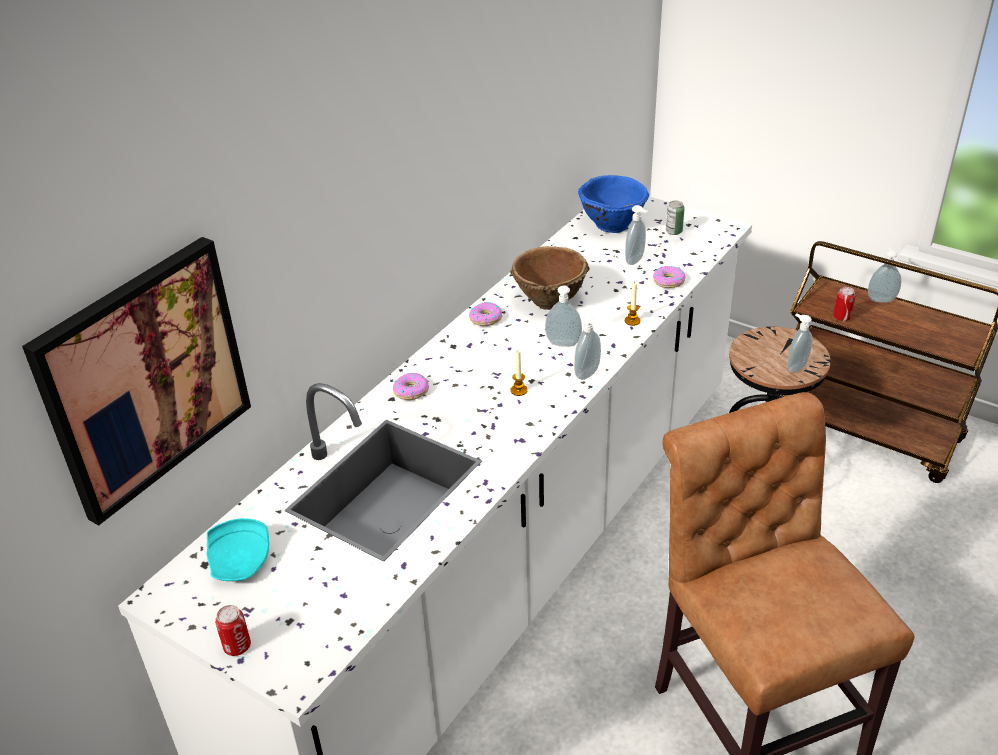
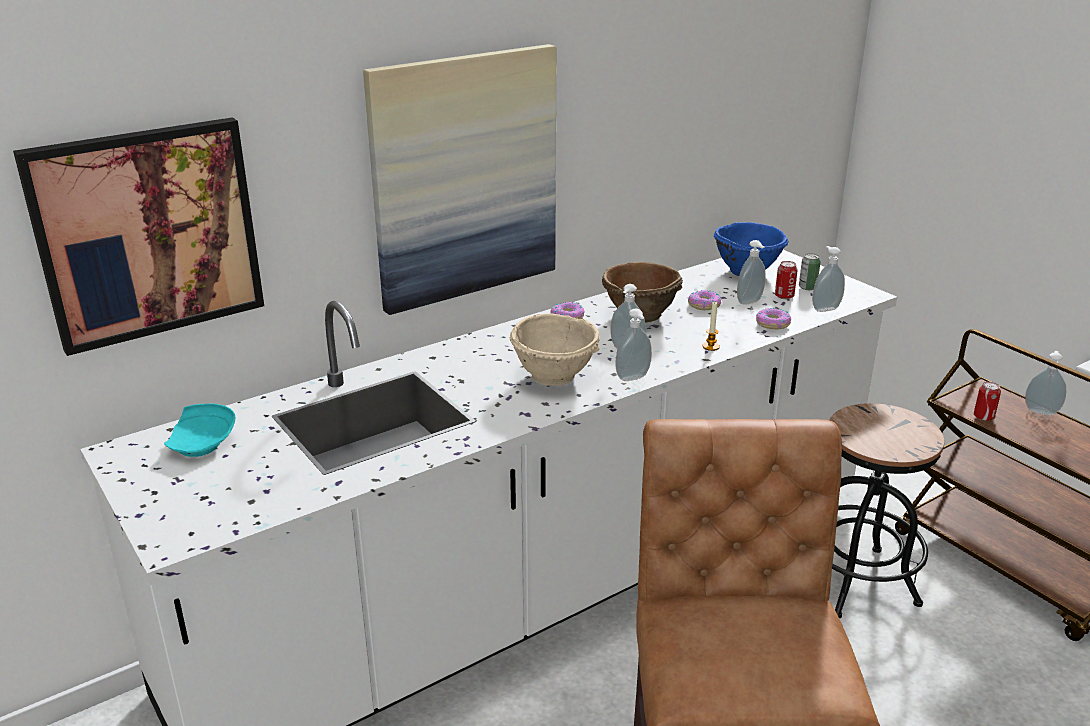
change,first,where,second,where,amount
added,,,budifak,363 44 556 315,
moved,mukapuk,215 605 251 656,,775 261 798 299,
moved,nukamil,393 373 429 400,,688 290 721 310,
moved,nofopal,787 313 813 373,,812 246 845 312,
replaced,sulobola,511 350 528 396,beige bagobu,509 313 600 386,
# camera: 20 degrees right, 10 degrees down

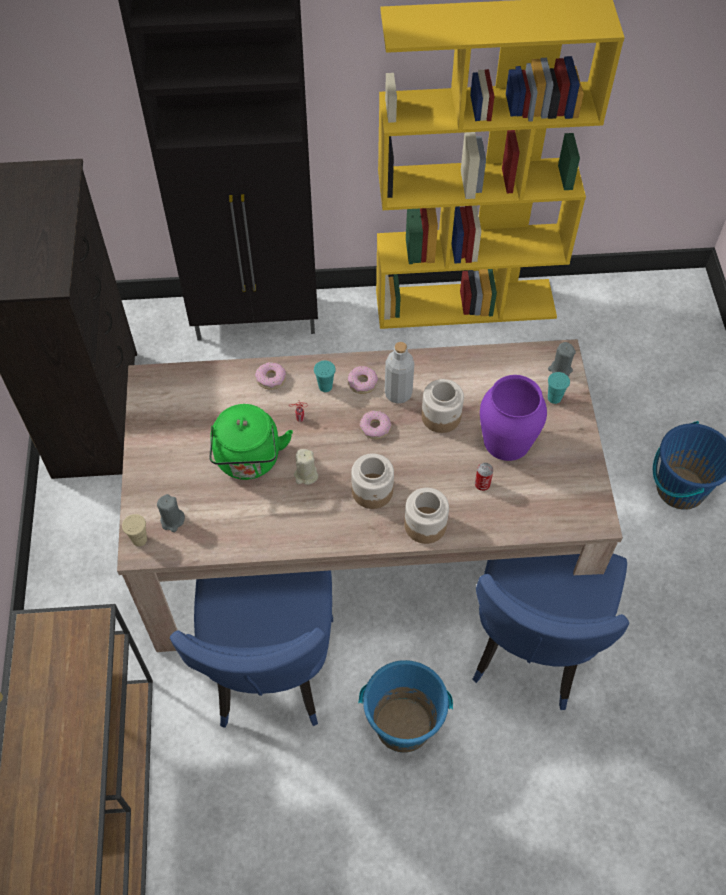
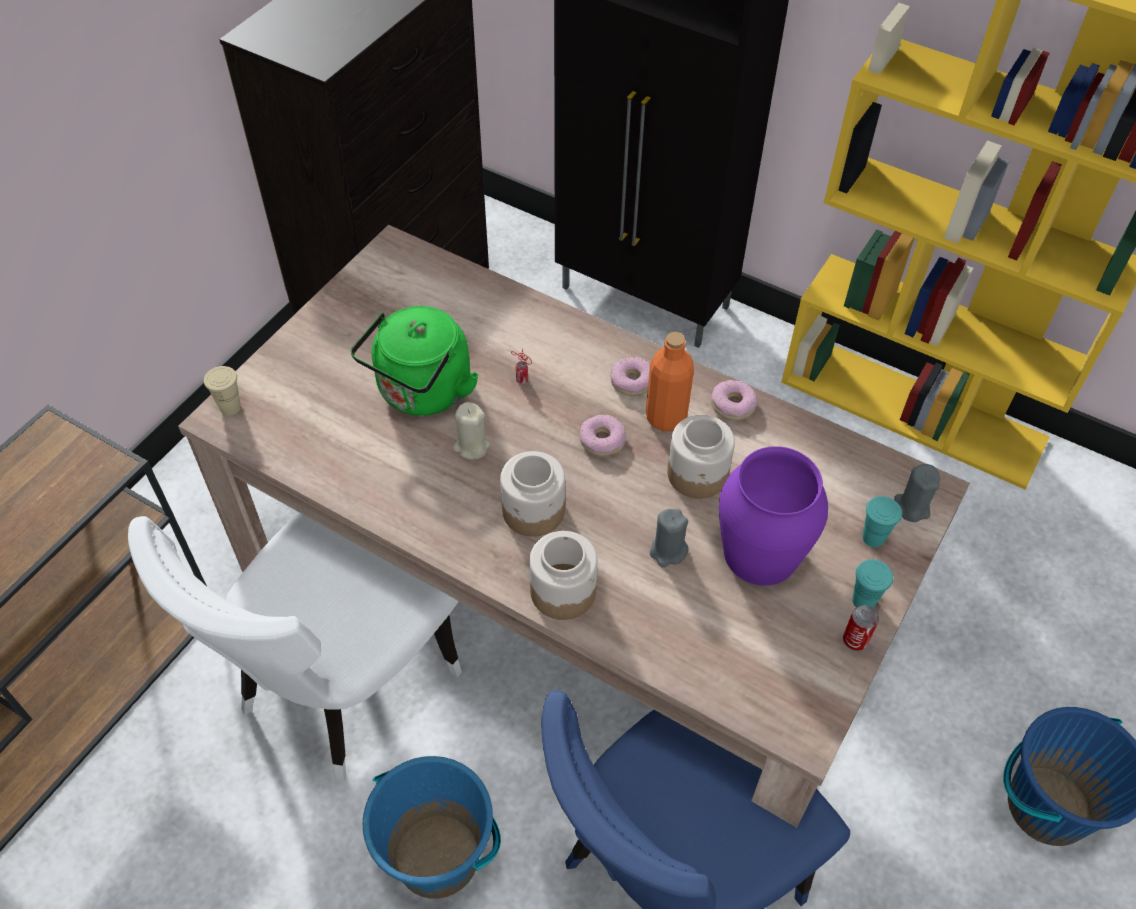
change,first,where,second,where,amount
moved,grey sulobola,157 494 185 532,,650 509 689 568,
moved,nukamil,255 362 286 389,,711 380 757 420,
moved,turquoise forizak,314 360 336 392,,852 559 893 608,
moved,mukapuk,475 463 493 491,,843 605 879 651,
recoloured,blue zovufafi,170 570 333 728,white zovufafi,128 512 462 783,
recoloured,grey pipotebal,385 342 414 404,orange pipotebal,646 332 694 431,
# camera: 35 degrees right, 5 degrees down

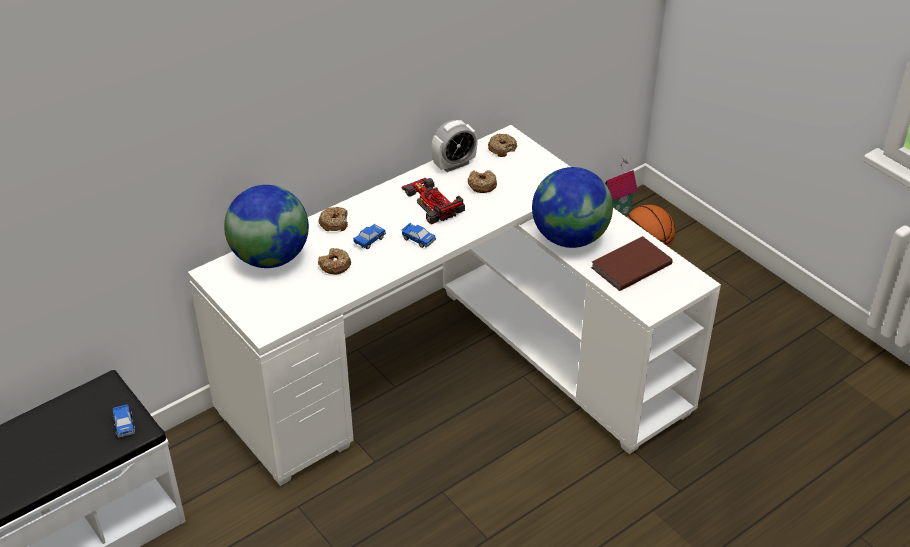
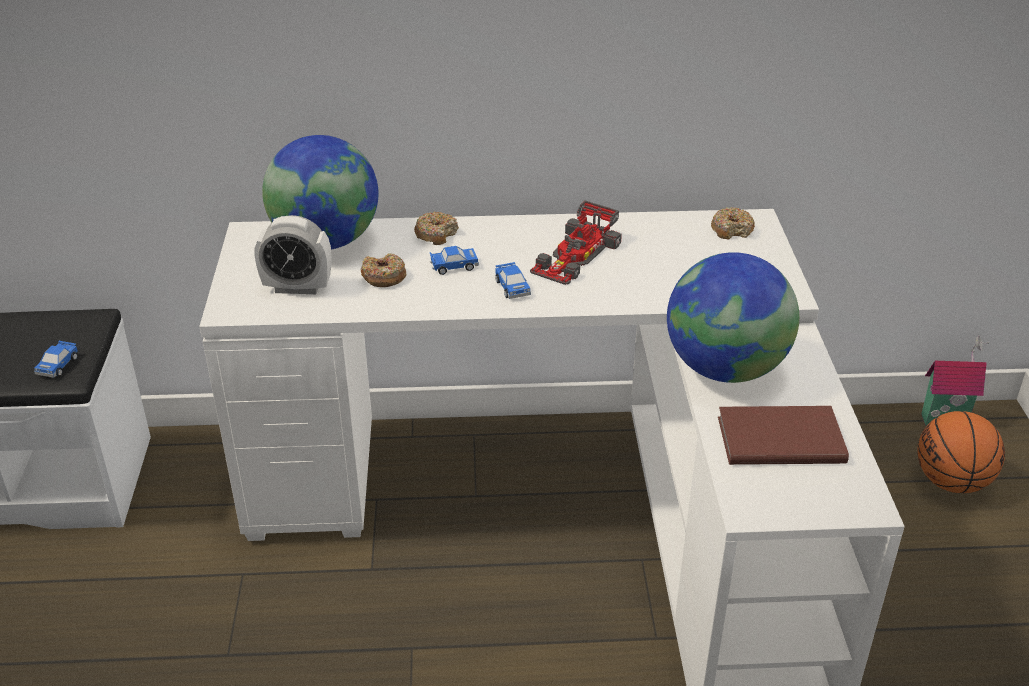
change,first,where,second,where,amount
removed,nukamil,468 170 497 193,,,
moved,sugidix,432 120 478 172,,255 215 331 294,
turned,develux,401 178 465 224,,530 200 622 285,150 degrees counterclockwise
# camera: 35 degrees right, 5 degrees down

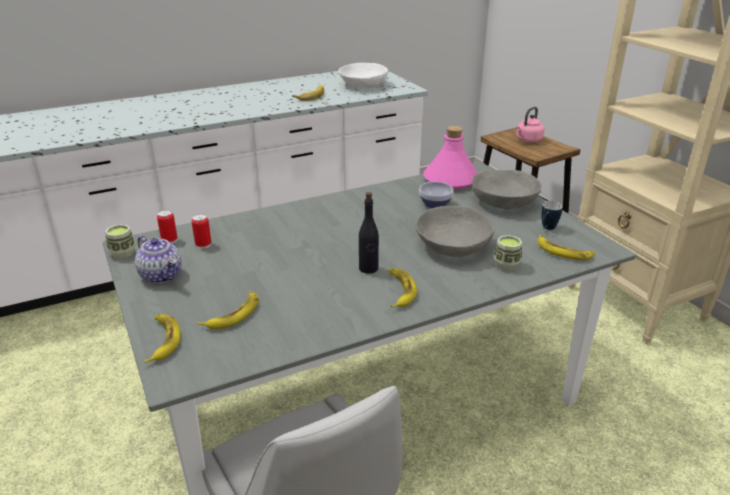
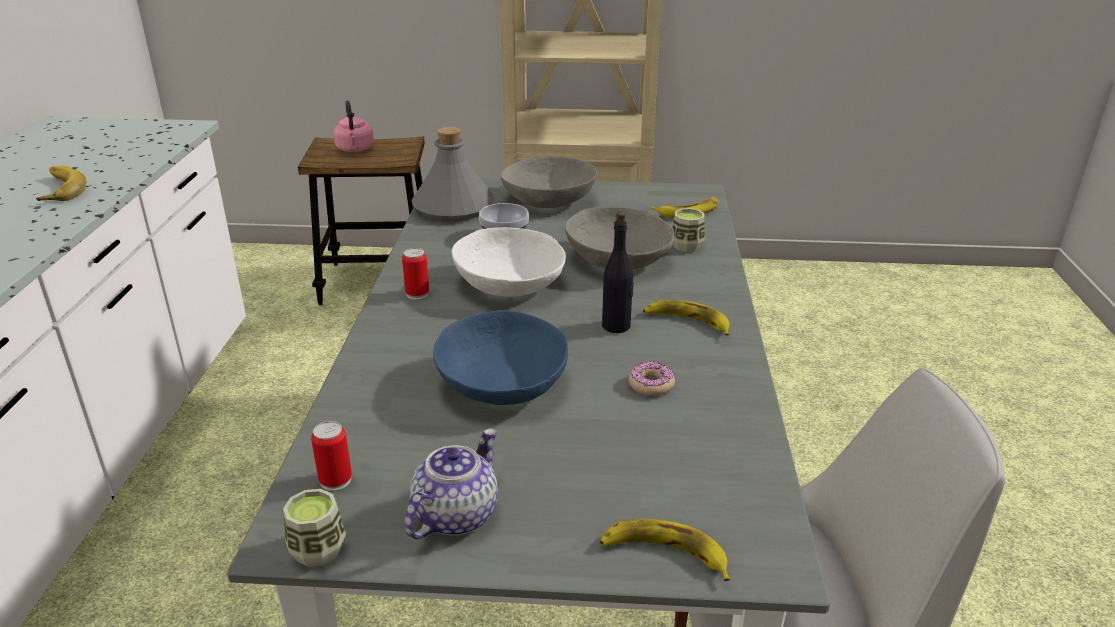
change,first,where,second,where,amount
removed,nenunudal,198 291 259 329,,,
removed,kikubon,541 201 563 230,,,
added,,,blue bagobu,433 310 568 405,
added,,,nukamil,629 361 675 396,
moved,mukapuk,191 214 211 249,,402 248 429 300,
moved,white bagobu,339 63 388 89,,452 227 566 297,
recoloured,pink pipotebal,423 126 478 190,grey pipotebal,411 127 495 221,
turned,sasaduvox,135 235 182 283,,404 429 498 539,45 degrees counterclockwise
# camera: 60 degrees left, 0 degrees up

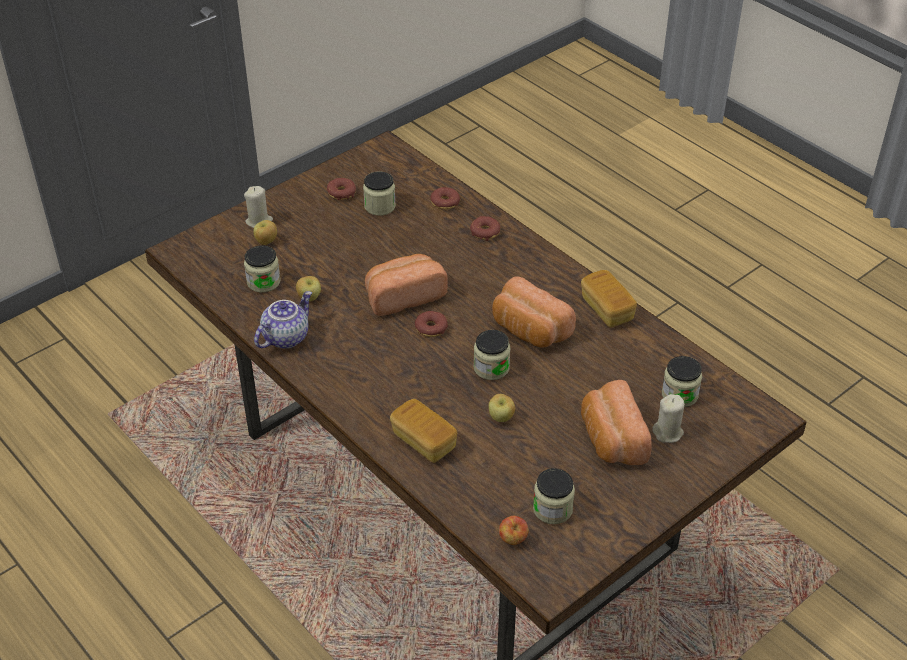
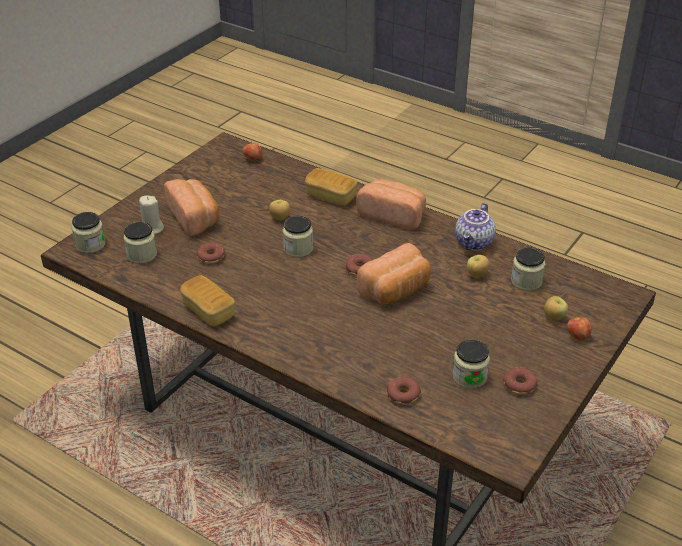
change,first,where,second,where,amount
moved,nukamil,470 216 500 241,,197 243 225 264,
moved,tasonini,492 277 576 348,,356 179 426 230,
moved,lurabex,533 468 575 524,,72 212 106 253,
replaced,beige sulobola,244 186 273 228,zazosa,567 316 591 340,
# camera: 165 degrees right, 5 degrees down

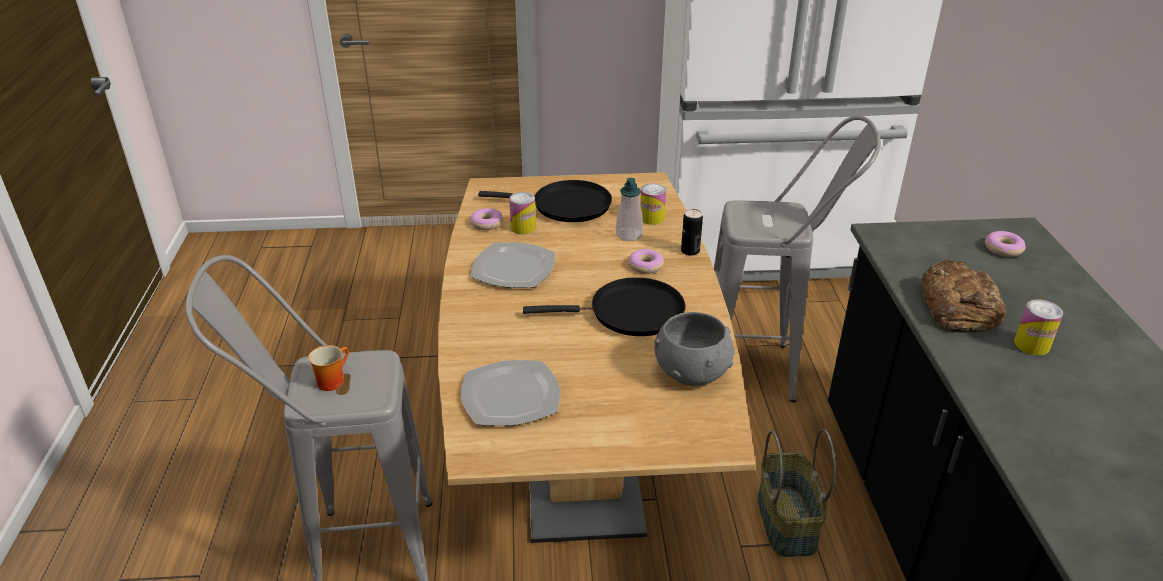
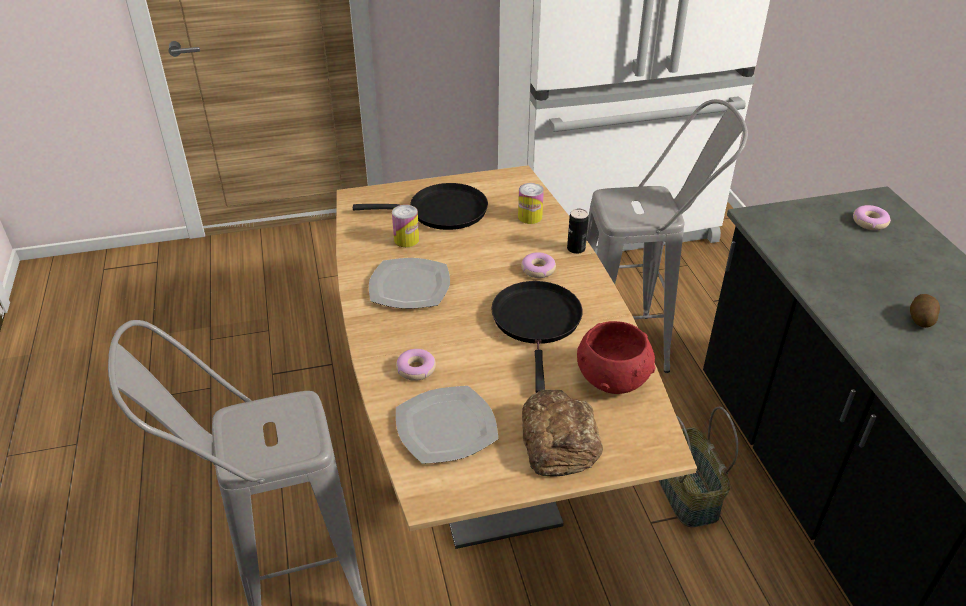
change,first,where,second,where,amount
removed,kikubon,308 345 349 391,,,
removed,nofopal,616 178 643 241,,,
moved,nukamil,470 208 503 230,,396 349 436 381,
moved,tasonini,922 260 1006 333,,522 389 603 477,
replaced,mukapuk,1014 299 1063 356,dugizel,910 294 940 328,
recoloured,grey bagobu,654 312 734 386,red bagobu,577 321 656 394,
turned,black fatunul,523 277 685 336,,491 281 583 393,75 degrees counterclockwise
# camera: 10 degrees left, 5 degrees up

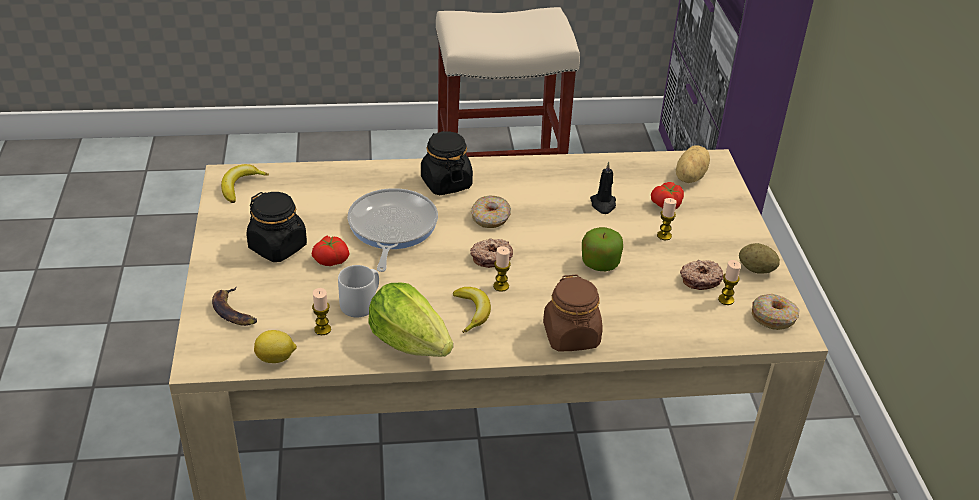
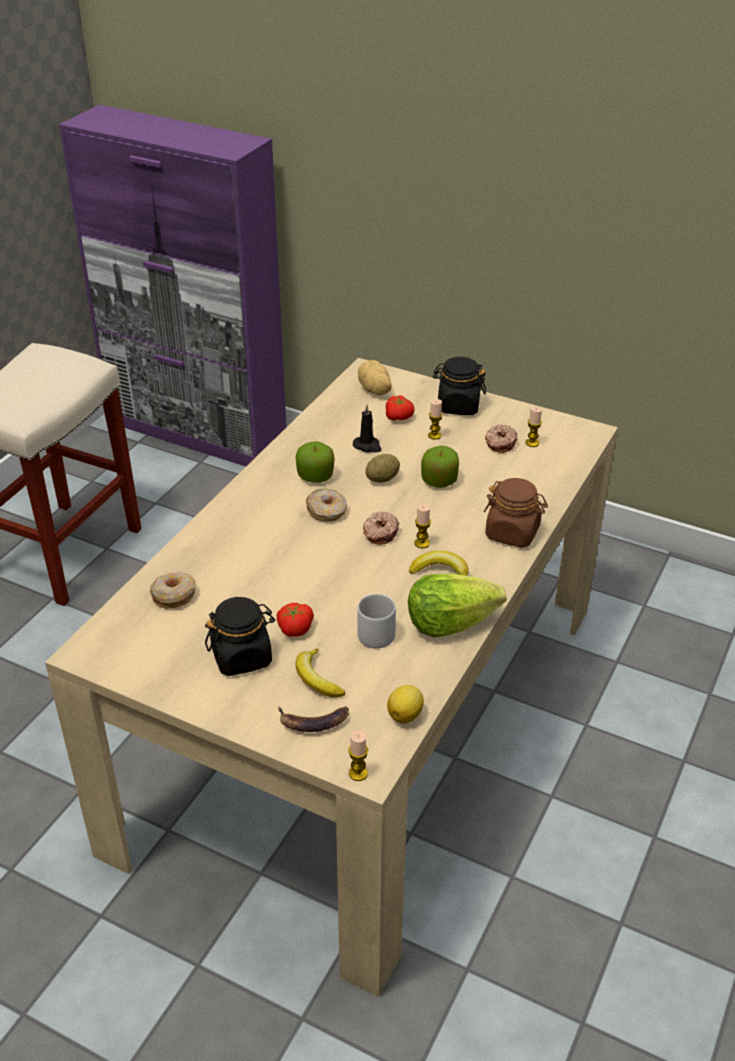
change,first,where,second,where,amount
removed,fatunul,348 188 438 272,,,
added,,,zazosa,296 441 335 483,
moved,nenunudal,221 164 269 203,,295 649 345 697,
moved,sulobola,312 288 331 335,,348 730 368 781,
moved,black lurabex,421 131 473 195,,433 357 486 415,
moved,dugizel,739 243 780 273,,365 454 400 483,
moved,nukamil,752 294 800 330,,150 572 196 609,
# camera: 55 degrees left, 0 degrees up

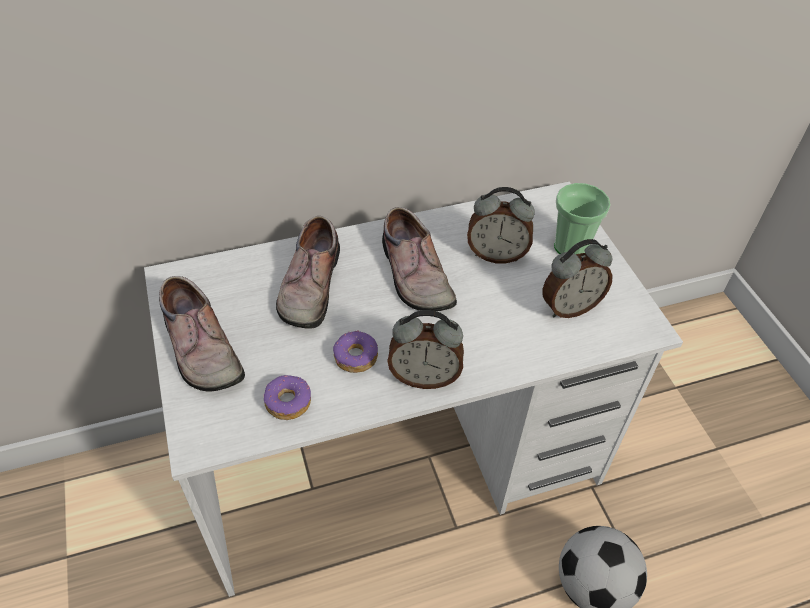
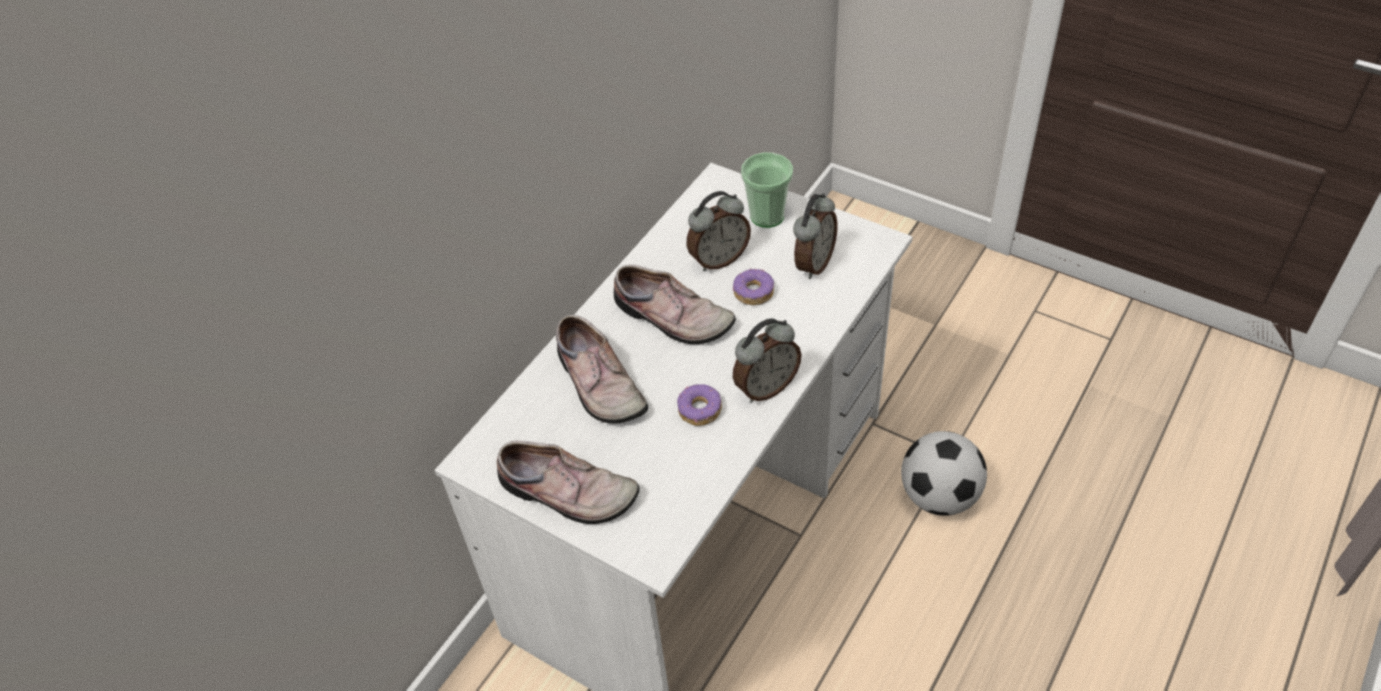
change,first,where,second,where,amount
moved,nukamil,263 375 311 420,,733 268 774 305,
# camera: 35 degrees left, 0 degrees up

